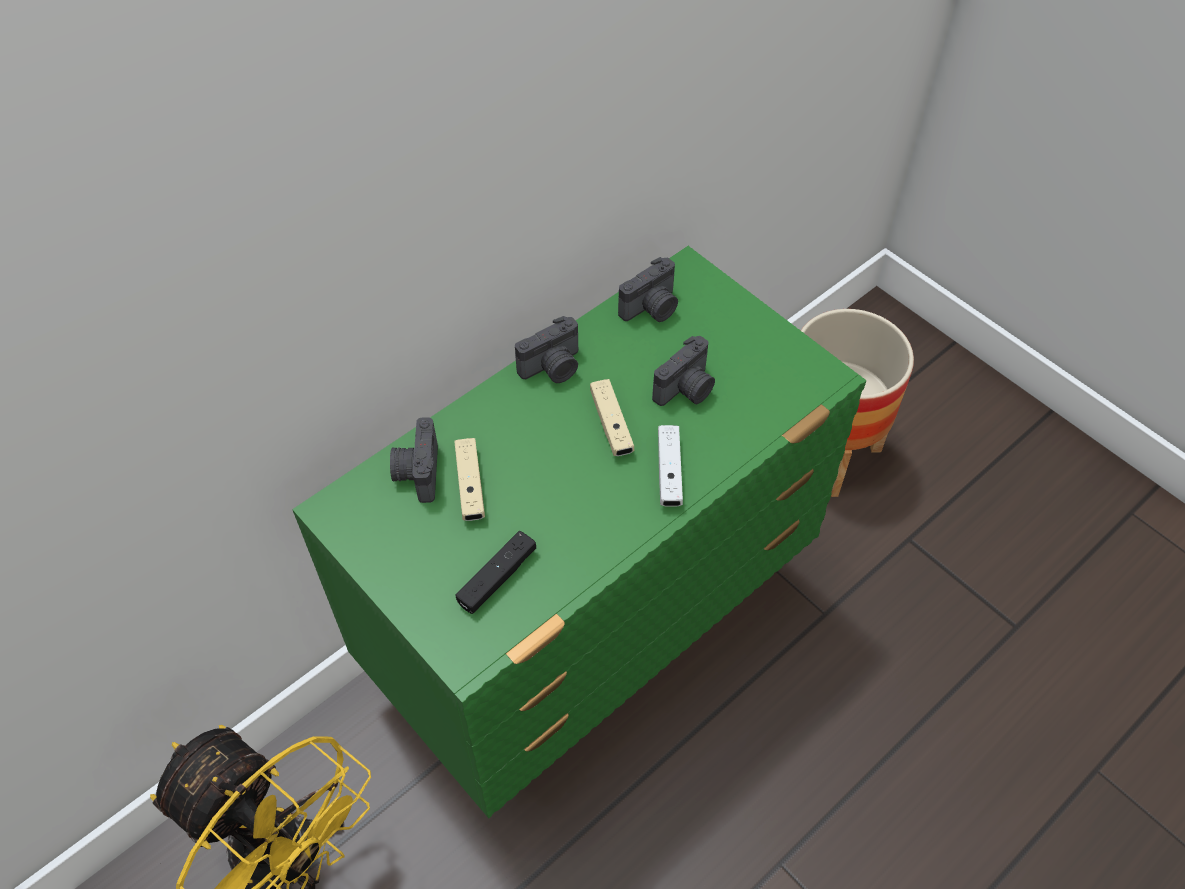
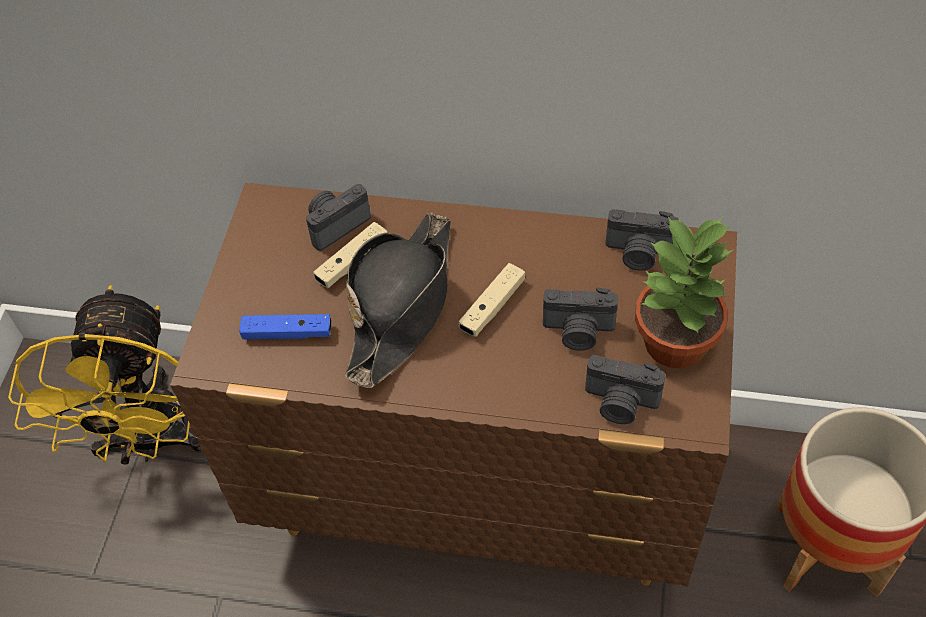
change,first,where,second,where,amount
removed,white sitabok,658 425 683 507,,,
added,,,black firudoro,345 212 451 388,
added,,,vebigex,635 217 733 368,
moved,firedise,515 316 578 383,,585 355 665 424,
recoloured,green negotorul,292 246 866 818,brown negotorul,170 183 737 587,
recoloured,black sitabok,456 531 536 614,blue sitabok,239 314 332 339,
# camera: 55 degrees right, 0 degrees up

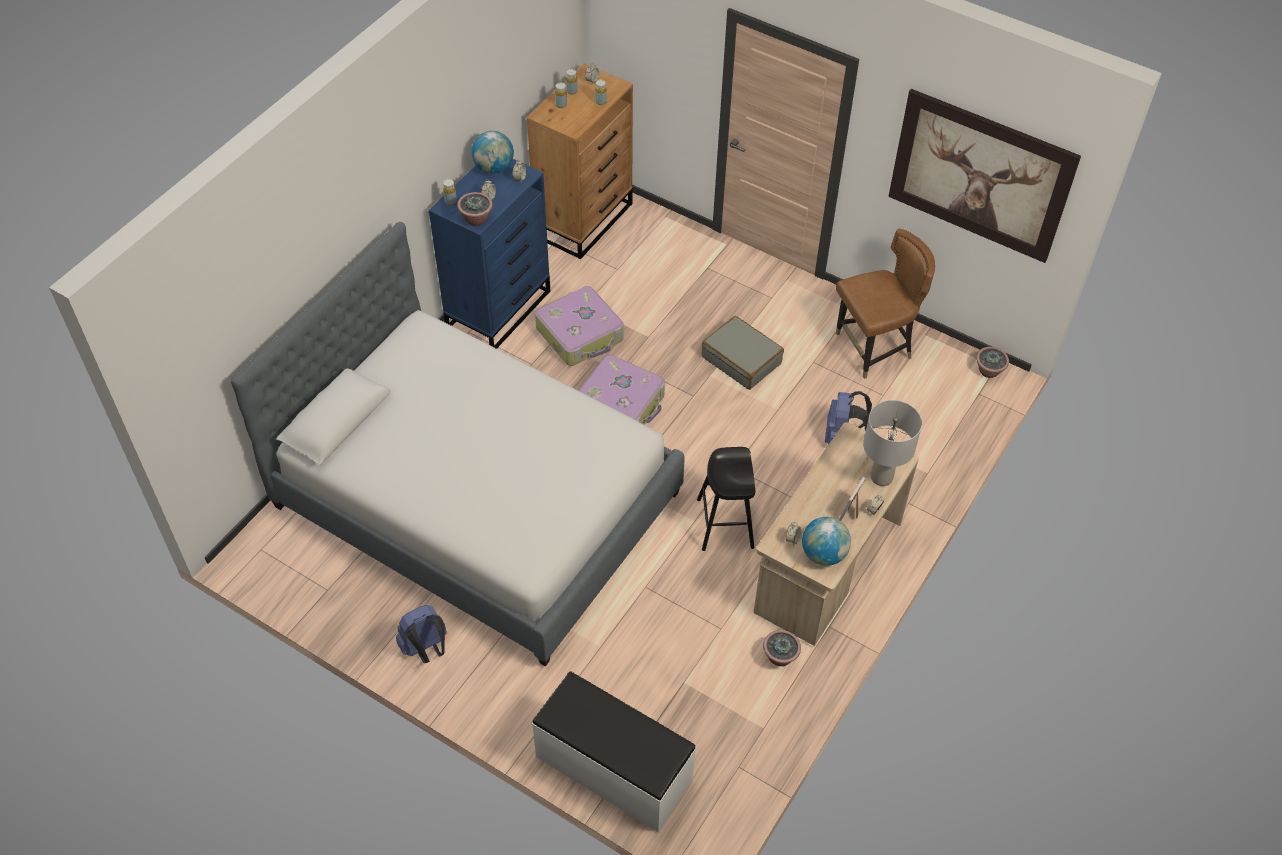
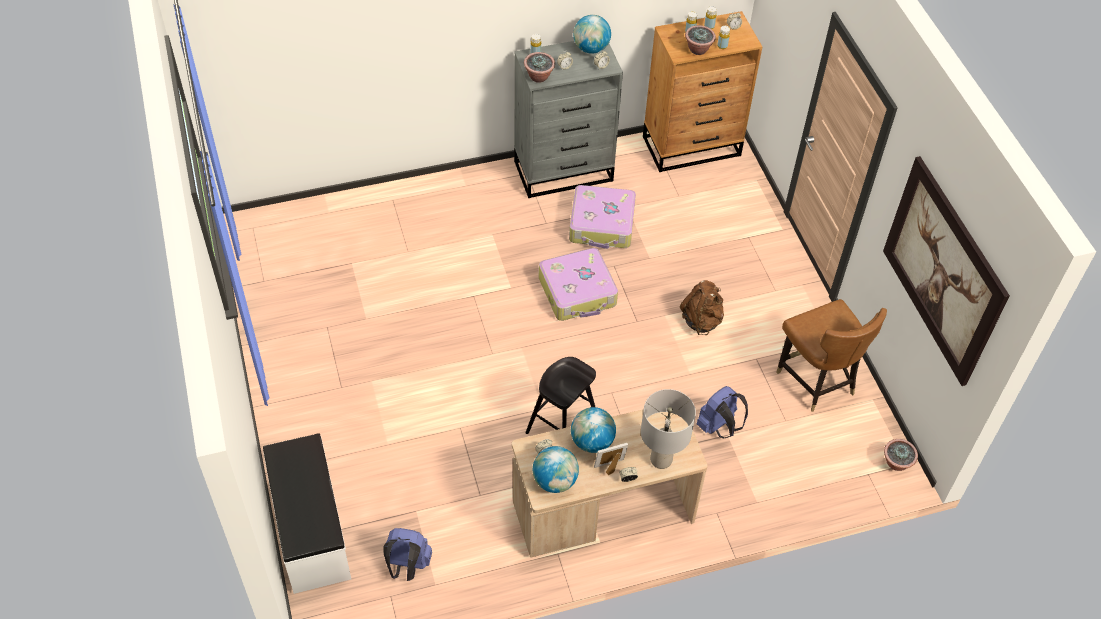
change,first,where,second,where,amount
removed,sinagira,231 222 685 667,,,
added,,,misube,571 407 616 453,
moved,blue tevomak,396 605 447 663,,384 528 432 581,
moved,vebigex,763 630 801 666,,685 25 716 55,
replaced,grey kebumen,702 316 784 390,brown tevomak,680 280 724 335,
recoloured,blue negotorul,428 159 551 349,grey negotorul,514 41 623 198,
turned,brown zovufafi,836 229 935 379,,776 299 887 412,45 degrees clockwise
# camera: 40 degrees right, 0 degrees up

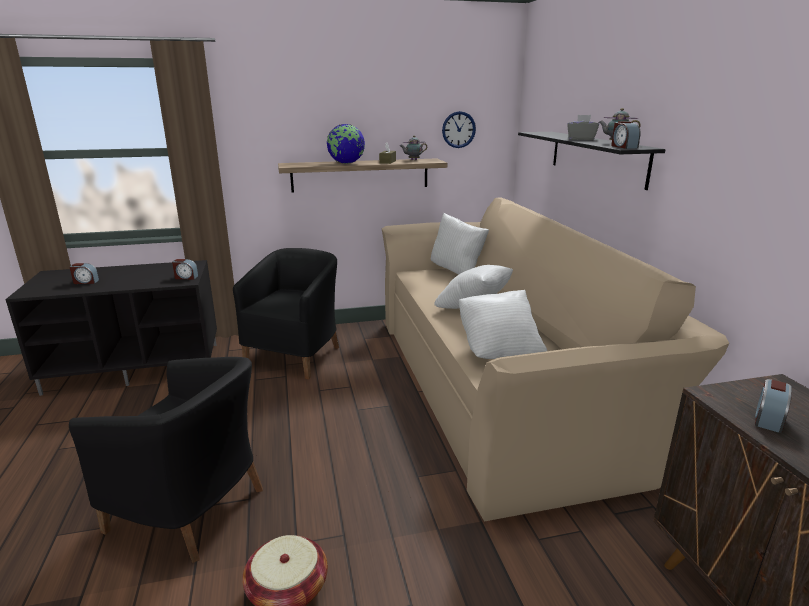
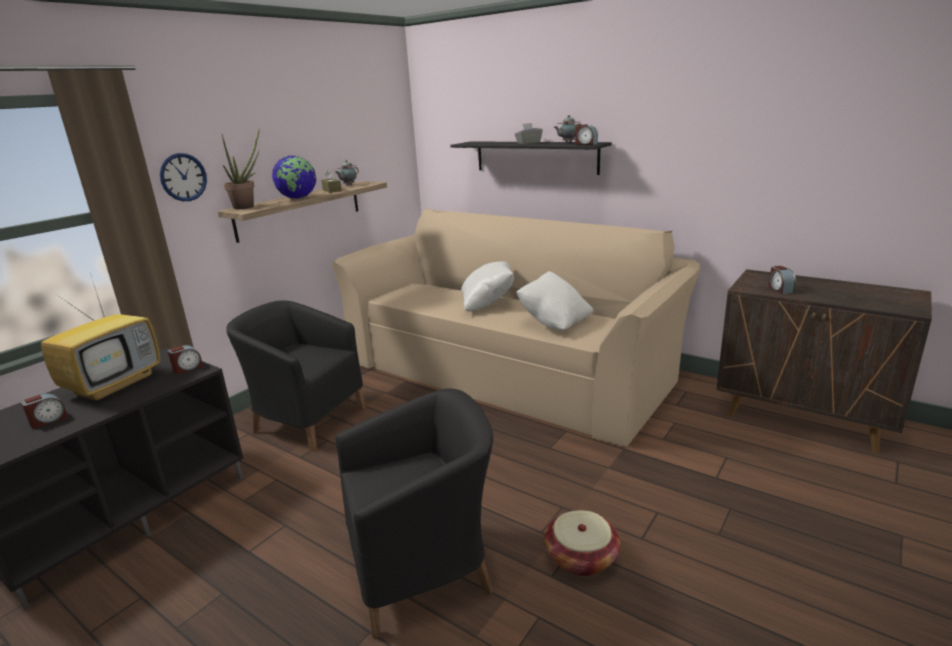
change,first,where,second,where,amount
removed,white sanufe,431 213 489 275,,,
added,,,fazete,41 273 160 402,
added,,,vebigex,222 129 259 209,
moved,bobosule,442 111 476 148,,160 153 207 201,
turned,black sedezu,233 248 339 380,,226 300 365 452,45 degrees counterclockwise
# camera: 40 degrees left, 0 degrees up

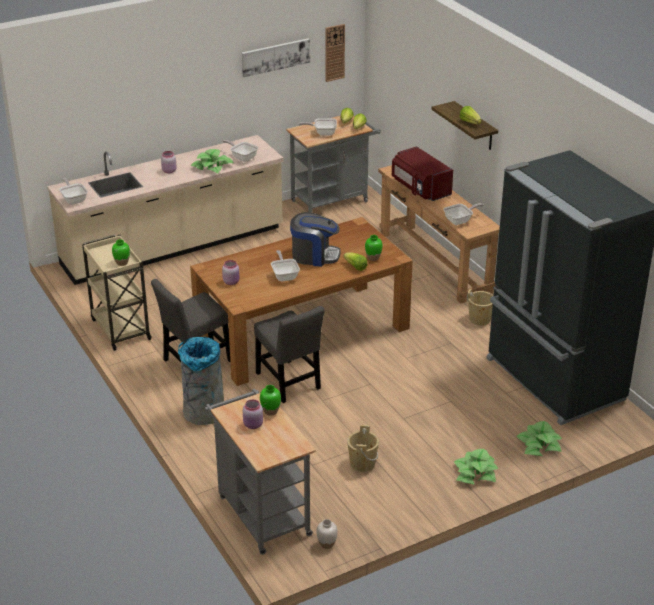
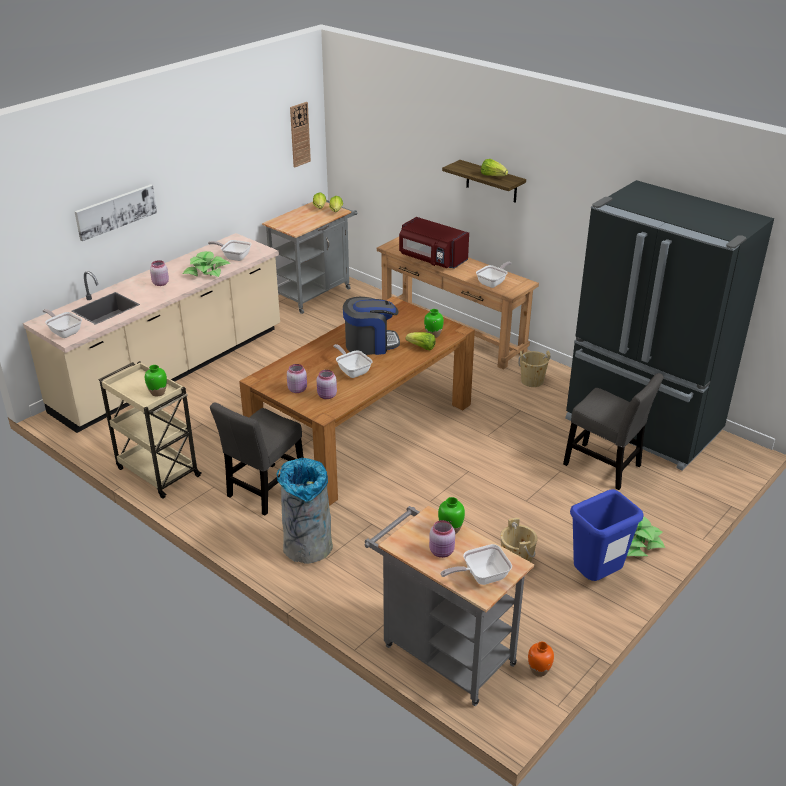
change,first,where,second,where,amount
removed,vebigex,516 421 562 456,,,
added,,,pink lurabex,317 370 337 399,
added,,,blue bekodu,570 490 644 581,
moved,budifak,242 38 310 77,,74 184 157 241,
moved,grey zovufafi,254 306 325 403,,563 373 664 490,
moved,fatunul,299 118 337 136,,441 544 512 585,
recoloured,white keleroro,316 519 338 549,orange keleroro,528 642 554 677,
# camera: 20 degrees left, 0 degrees up

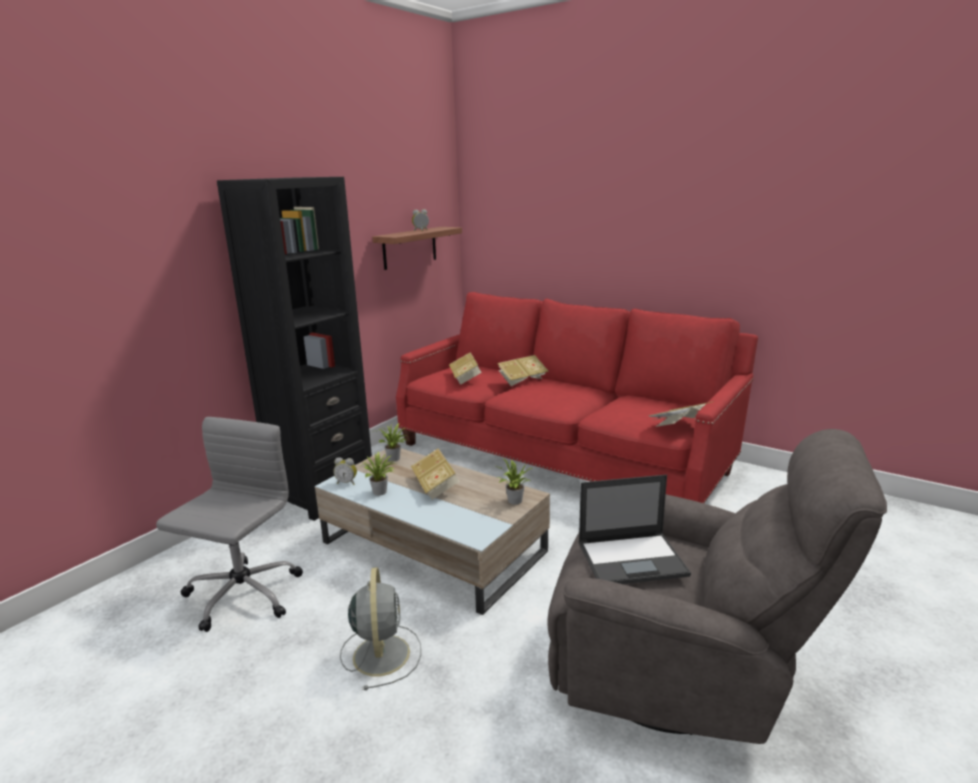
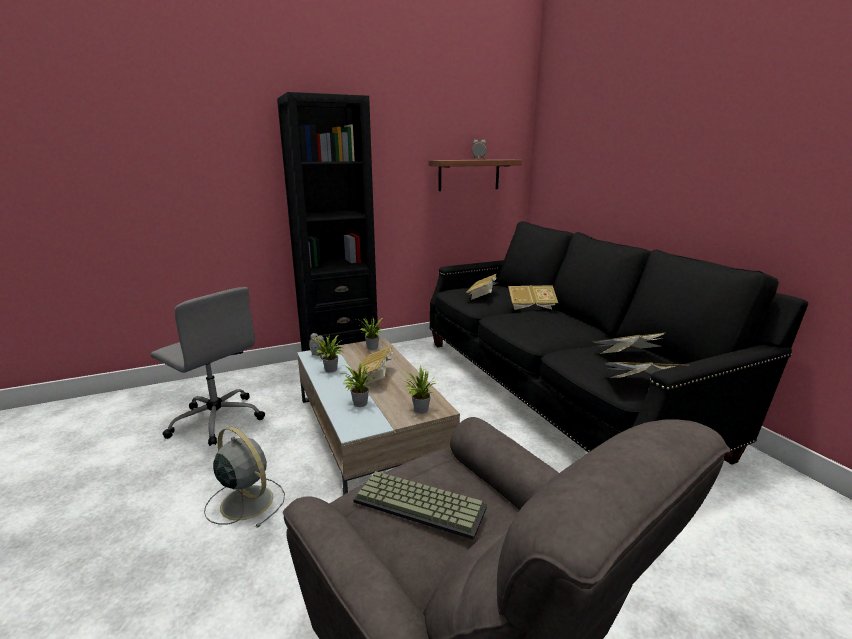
change,first,where,second,where,amount
added,,,vebigex,340 360 374 407,
added,,,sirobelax,593 333 664 354,
replaced,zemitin,579 475 691 584,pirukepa,353 471 487 540,
recoloured,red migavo,396 292 758 503,black migavo,429 221 808 465,
turned,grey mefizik,156 417 303 632,,151 287 265 446,75 degrees clockwise
turned,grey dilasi,340 567 421 690,,204 427 285 528,75 degrees counterclockwise
# camera: 30 degrees right, 0 degrees up

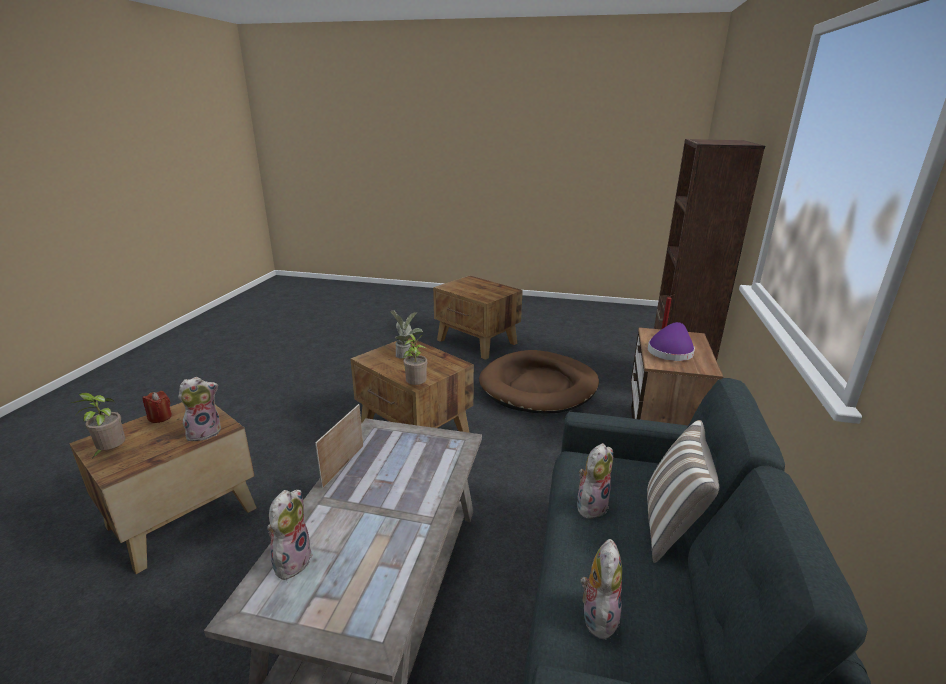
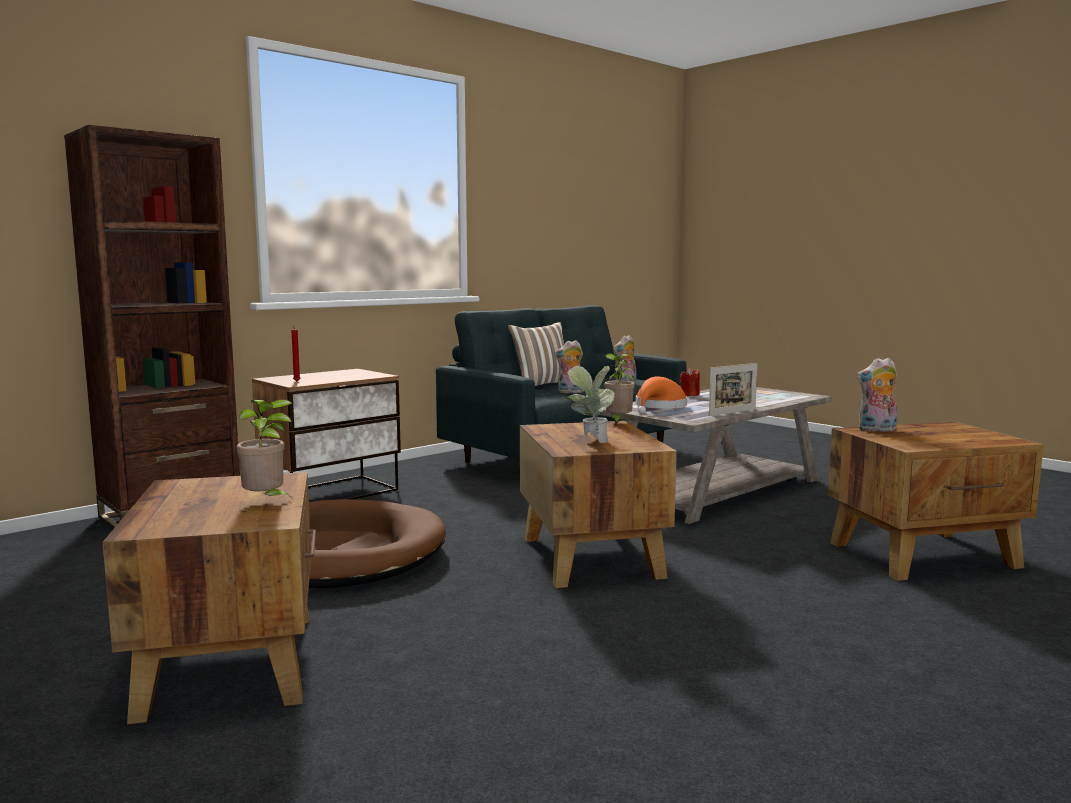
change,first,where,second,where,amount
removed,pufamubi,267 490 313 580,,,
removed,purple firudoro,648 322 695 361,,,
added,,,orange firudoro,636 376 687 414,
moved,vebigex,68 393 125 458,,237 400 292 498,
moved,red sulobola,143 391 172 423,,679 368 700 396,
# camera: 145 degrees left, 15 degrees down

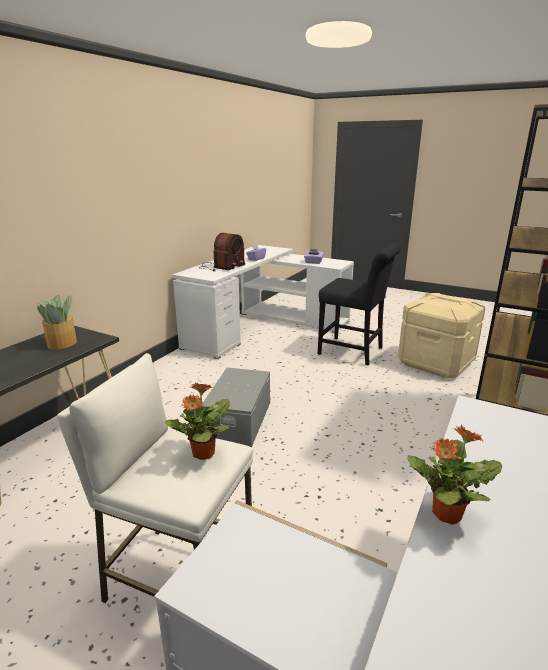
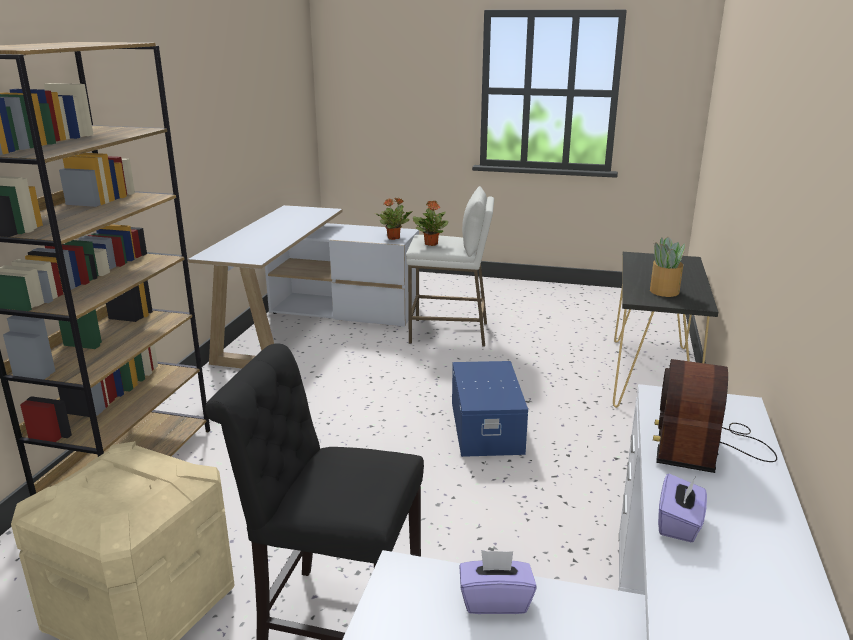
change,first,where,second,where,amount
moved,vebigex,408 425 502 525,,375 198 413 240,
recoloured,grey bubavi,203 368 270 447,blue bubavi,452 361 528 457,
# camera: 165 degrees right, 0 degrees up

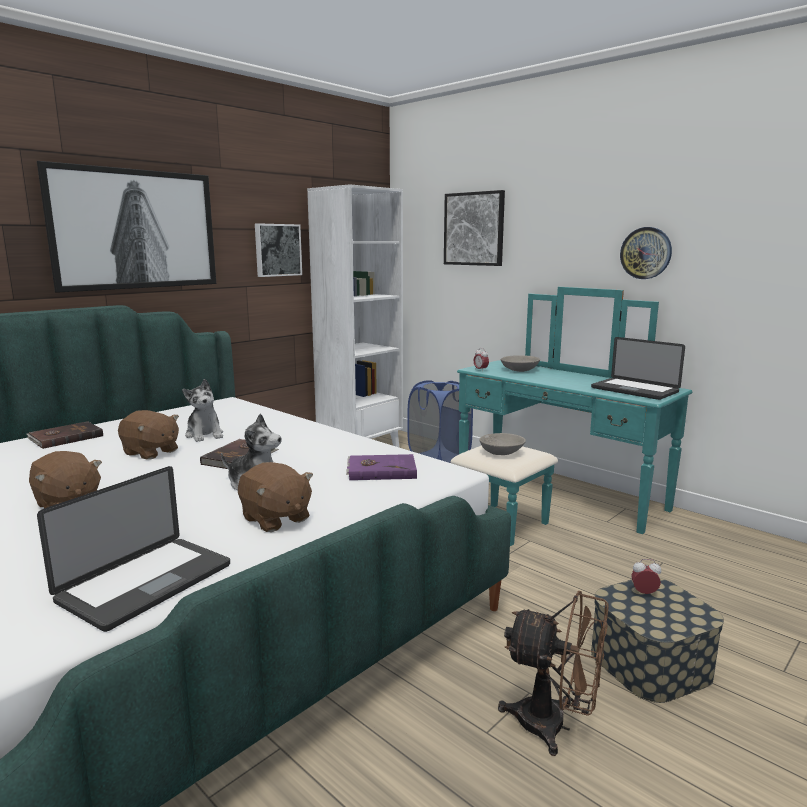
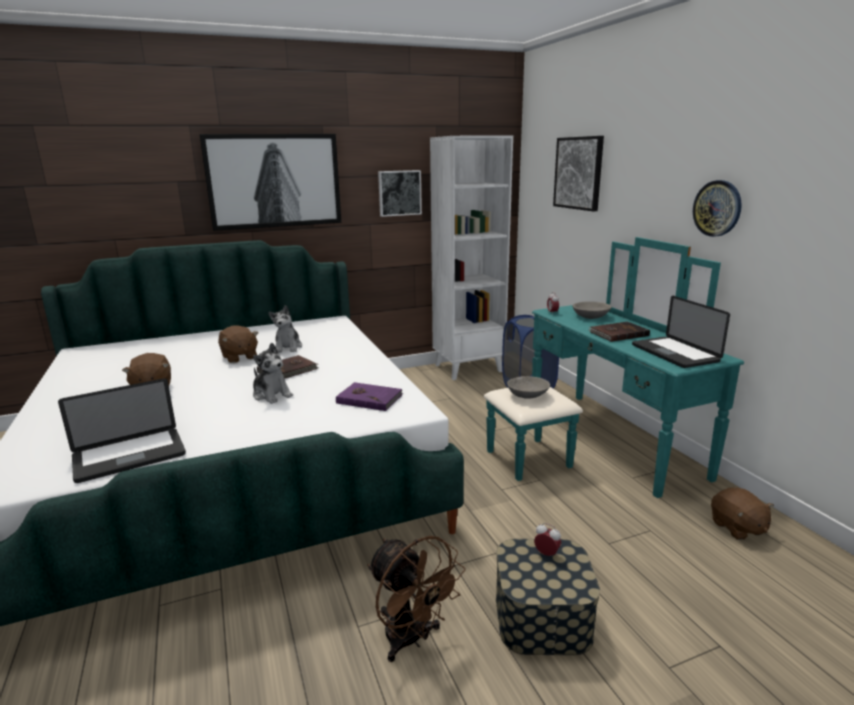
change,first,where,second,where,amount
moved,brown sirobelax,27 421 103 449,,589 322 650 342,
moved,brown pufamubi,238 462 313 532,,711 487 774 540,
# camera: 25 degrees right, 5 degrees up

